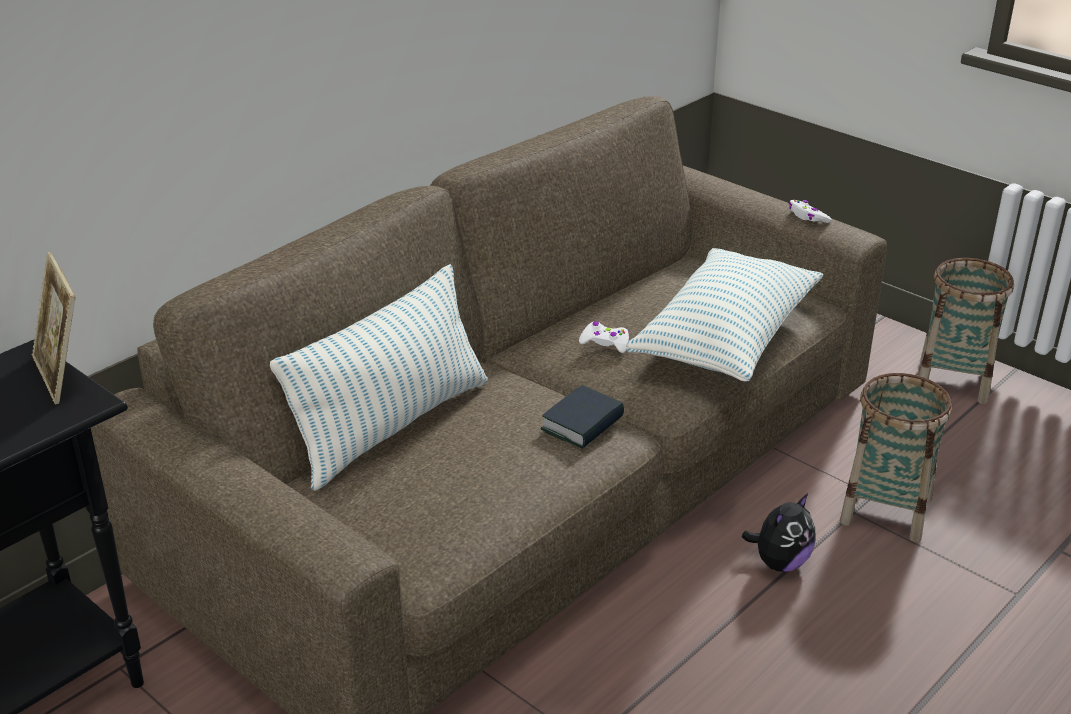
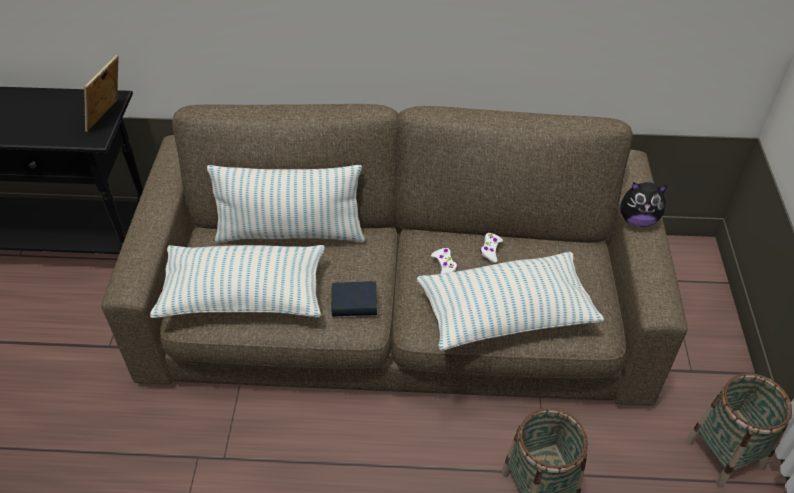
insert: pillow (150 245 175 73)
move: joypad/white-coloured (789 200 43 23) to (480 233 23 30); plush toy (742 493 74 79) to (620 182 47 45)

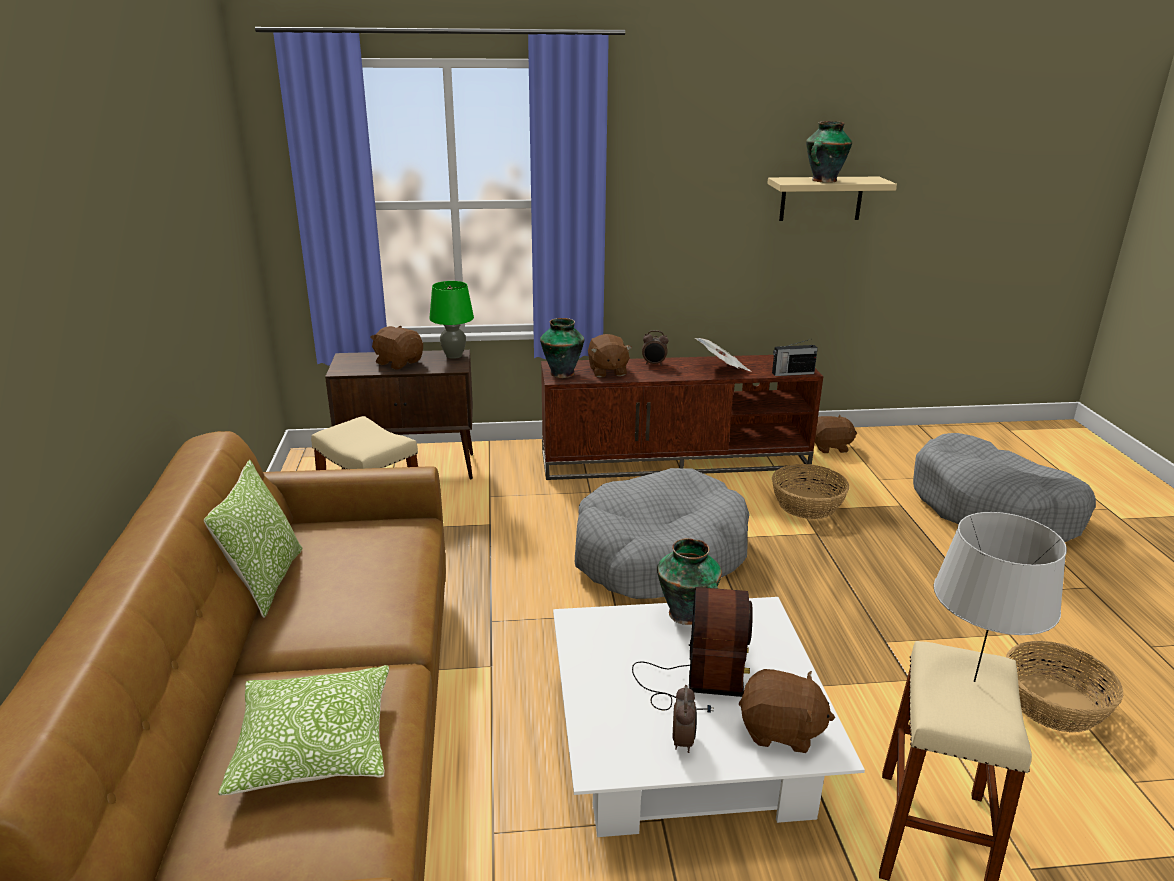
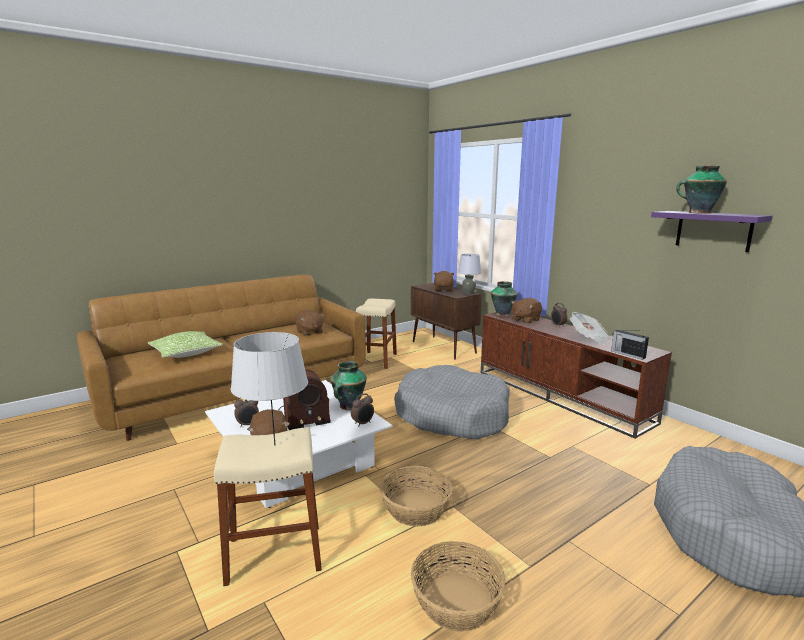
delete: pillow (203 460 100 158)
insert: table clock (351 393 23 34)
move: plush toy/brown (815 415 42 38) to (295 310 29 26); basket (772 464 77 55) to (380 466 73 61)
recolor: lamp for a table/green-coloured (429 281 45 78) to lamp for a table/gray (458 254 23 40); wall shelf/beige-coloured (767 177 130 44) to wall shelf/purple-coloured (651 211 122 41)

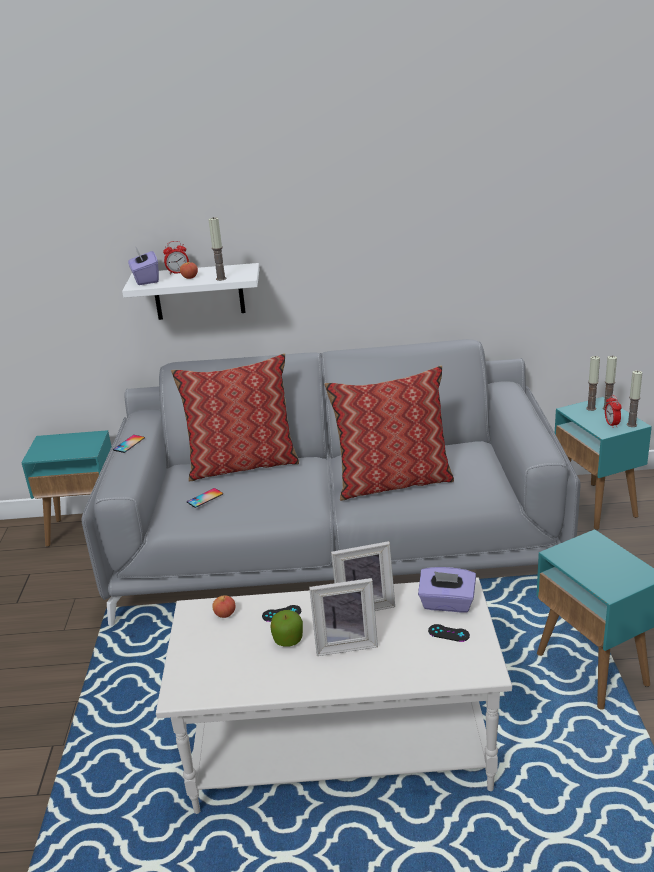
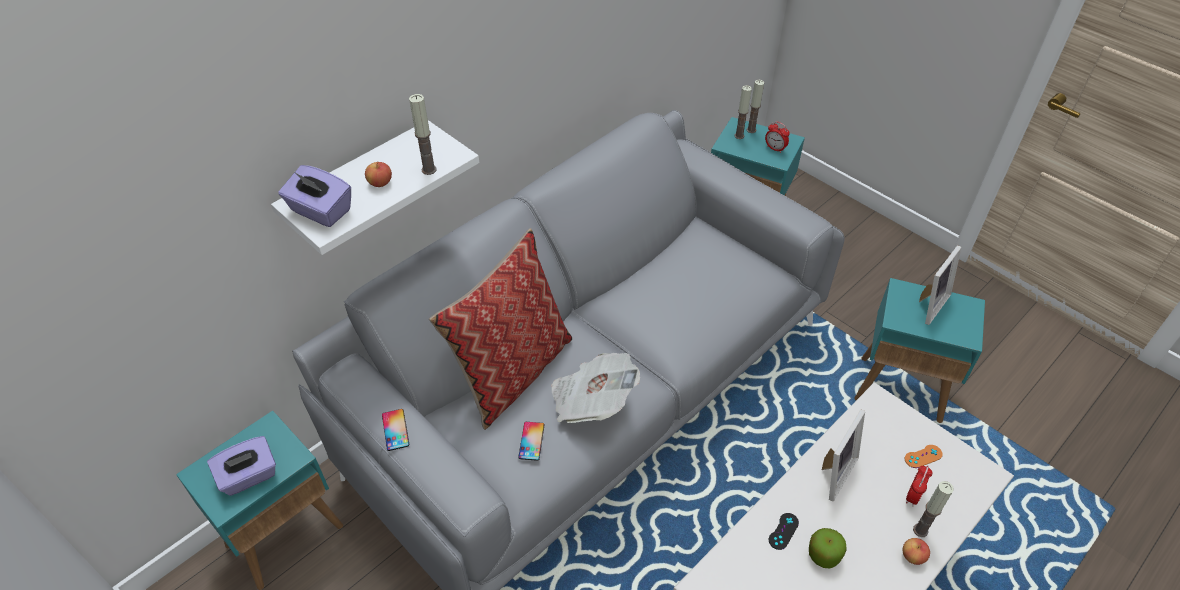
delete: pillow (324 365 130 136)
insert: printed paper (551 353 89 70)
move: box of tissues/purple-coloured (418 567 58 45) to (207 436 69 60); whole apple (212 595 24 23) to (903 538 27 27); table clock (163 241 26 34) to (906 465 27 41); wax candle (627 370 15 57) to (913 481 41 56); picture frame (309 578 69 78) to (919 245 42 80)
recolor: joypad/blackish (428 624 42 18) to joypad/orangey (905 445 38 23)

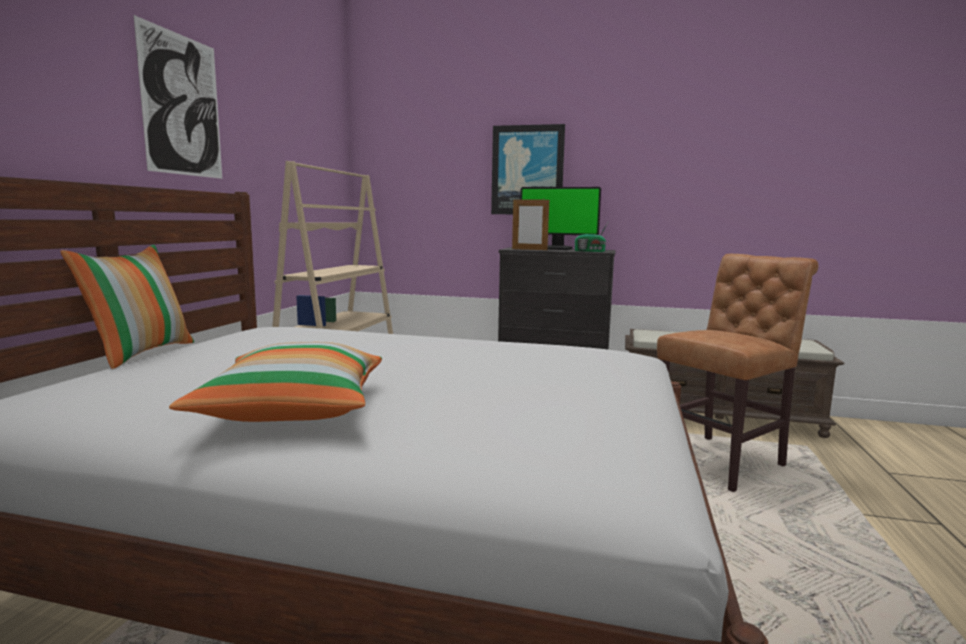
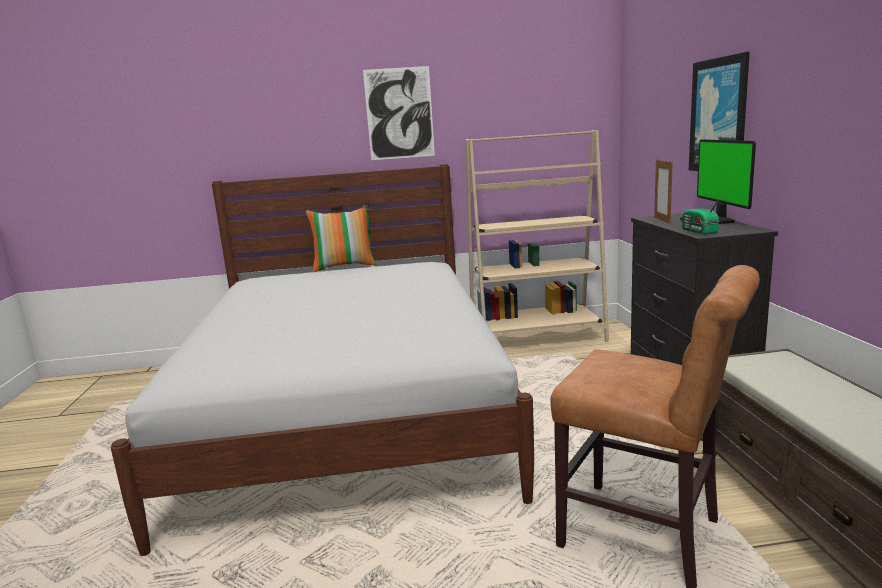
delete: pillow (169 342 213 80)

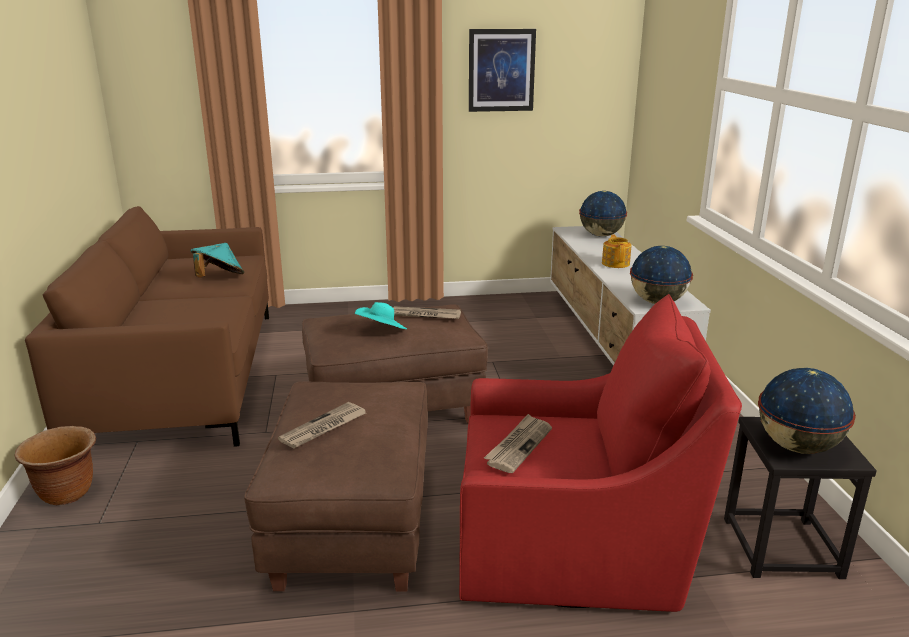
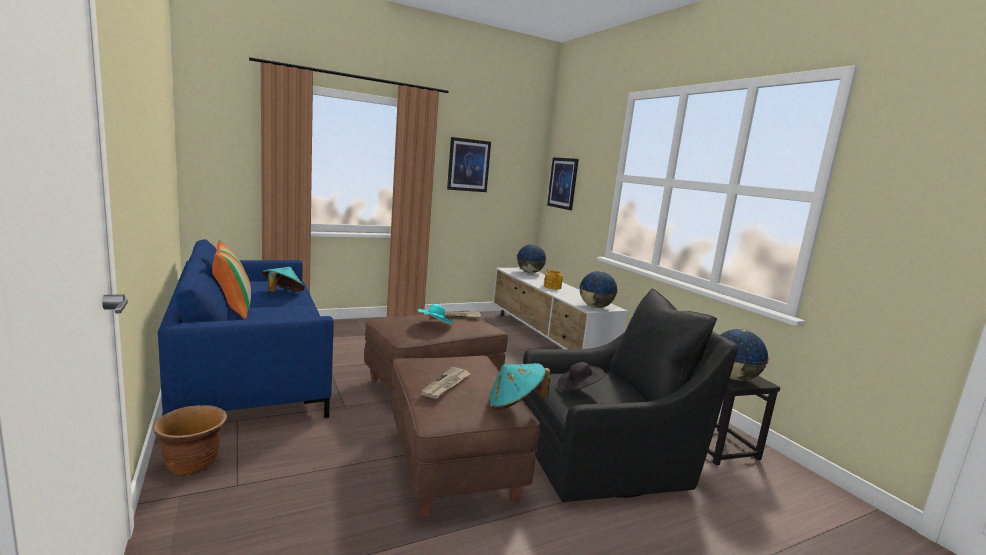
insert: pillow (212 240 39 79); clothing hat/blue-green (488 363 63 47); picture (547 157 32 53)
replace: printed paper (484 414 68 59) to clothing hat/blackish (557 362 48 30)
recolor: settee/brown (25 206 244 241) to settee/blue-coloured (158 239 176 179); easy chair/red-coloured (459 294 283 318) to easy chair/blackish (523 288 215 214)

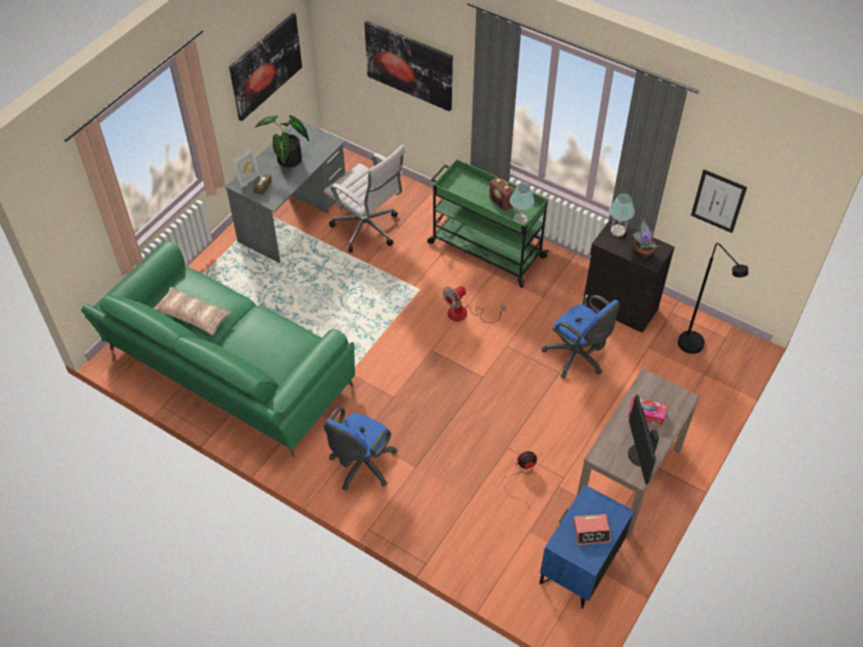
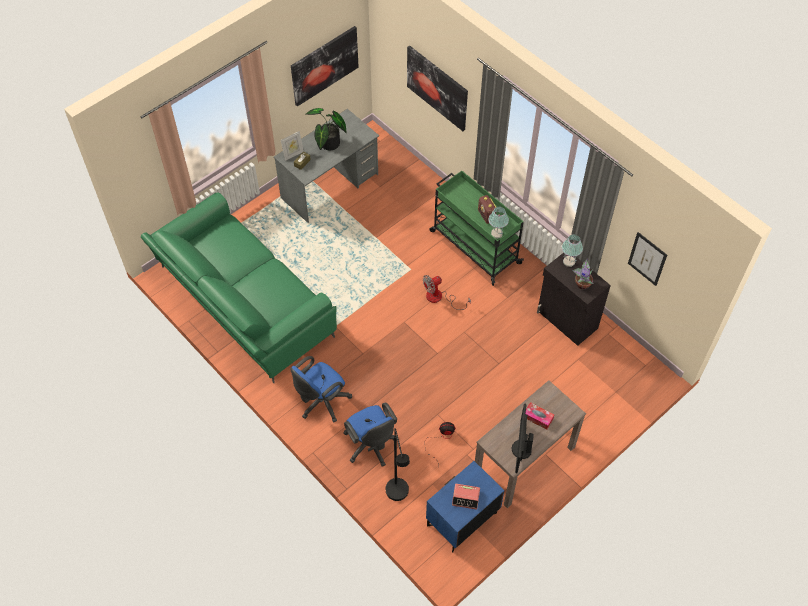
delete: pillow (153 287 79 48); office chair/white-coloured (324 145 81 108)
move: office chair/blue-coloured (541 295 79 83) to (344 402 53 65); standing lamp/blackish (678 243 70 111) to (386 428 24 73)

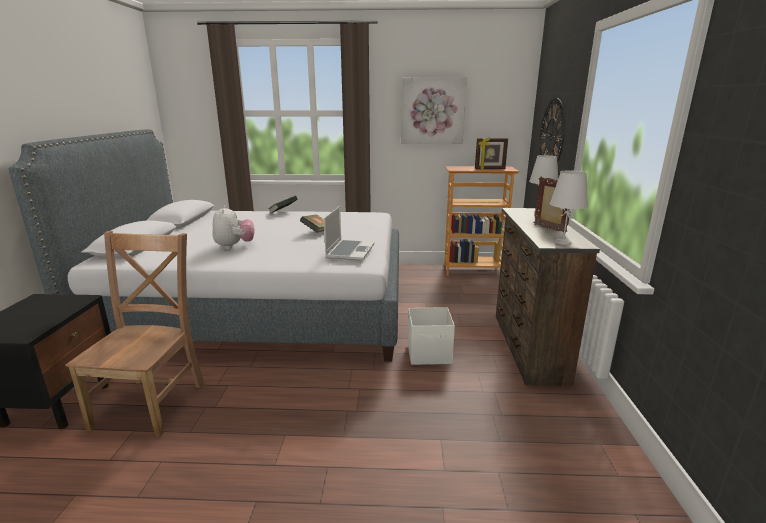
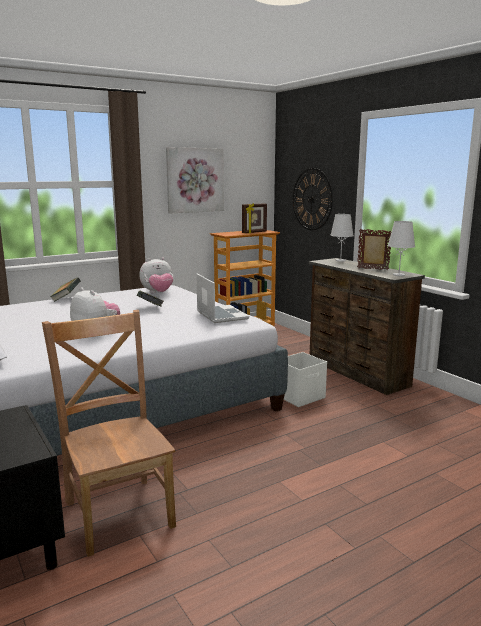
insert: plush toy (139 257 34 36)

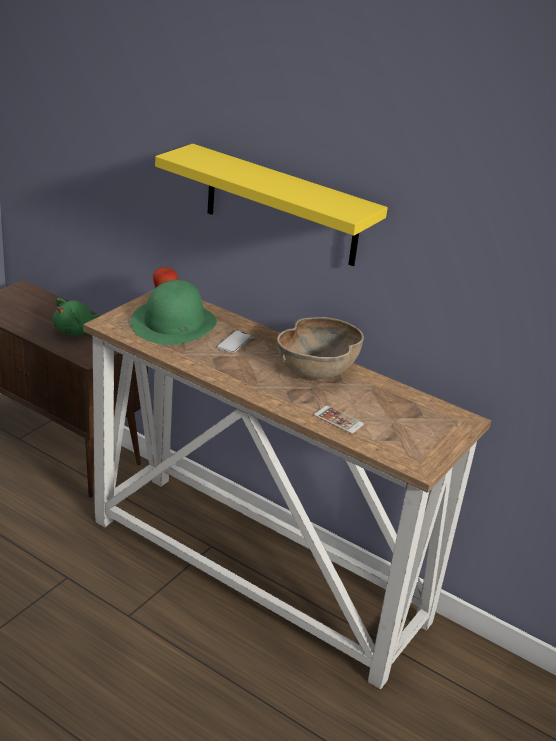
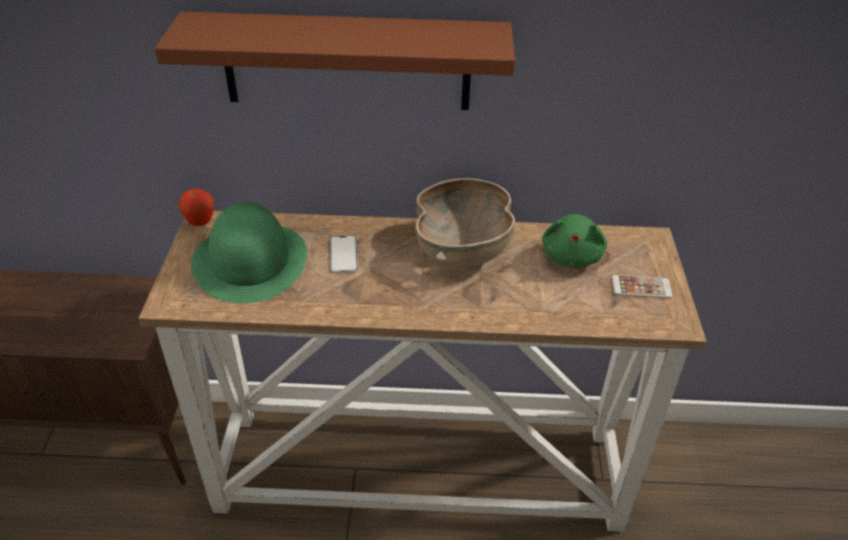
move: plush toy/green-coloured (53 297 48 39) to (542 214 65 53); handset (314 406 50 28) to (612 275 61 23)
recolor: wall shelf/yellowish (155 144 233 122) to wall shelf/brown (155 11 360 99)

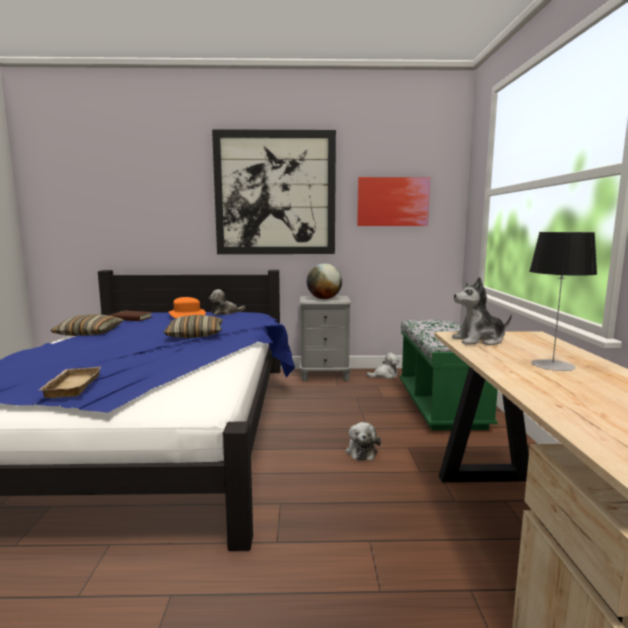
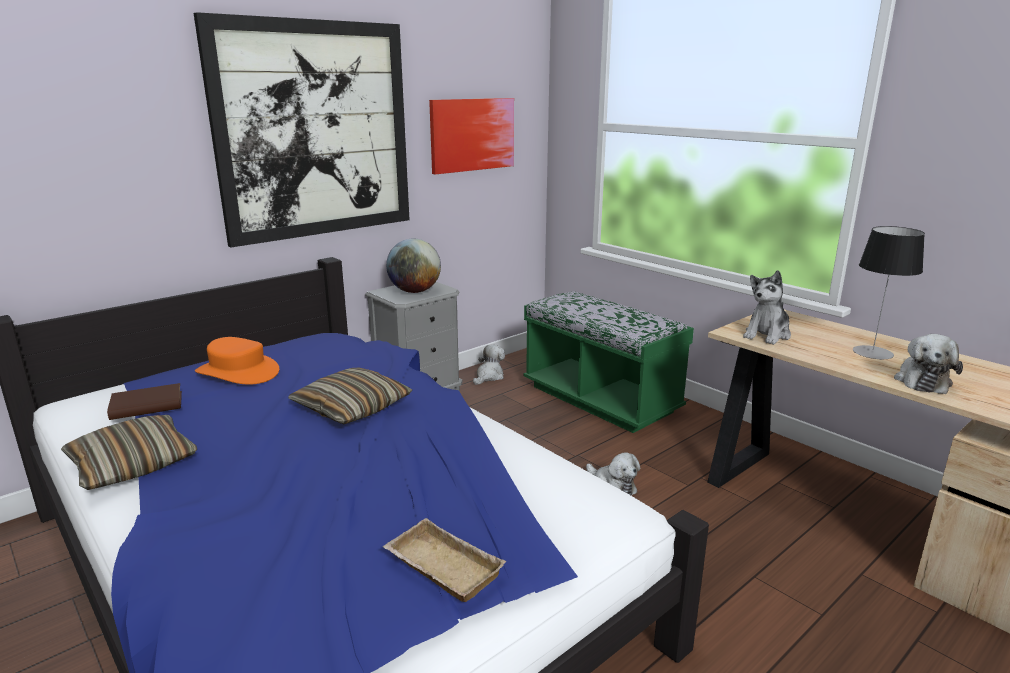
move: plush toy (209 289 36 26) to (894 334 69 60)

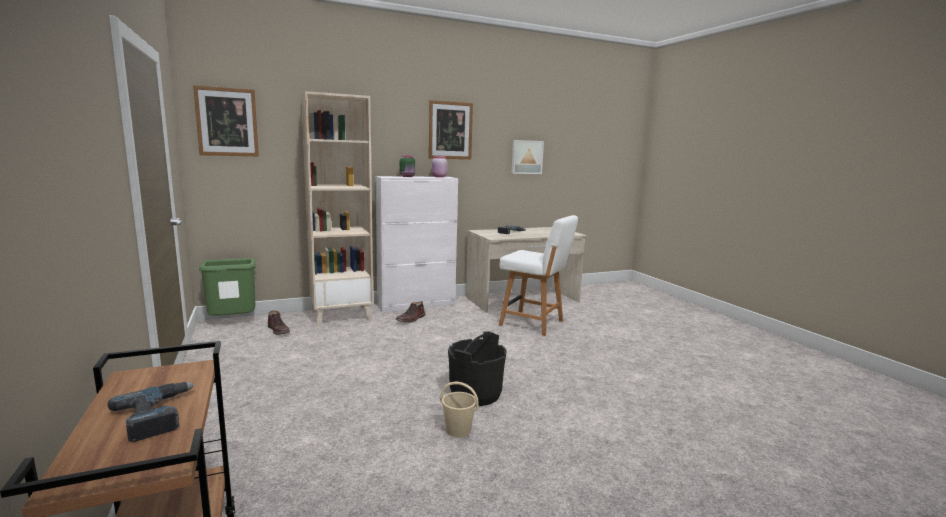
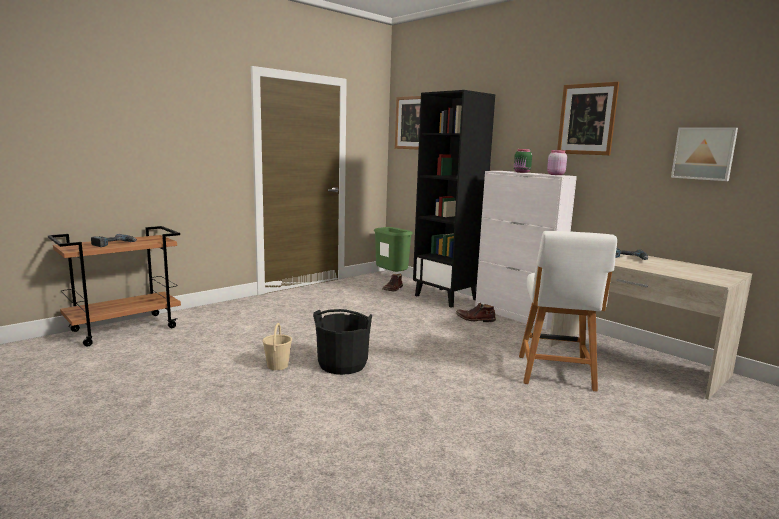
recolor: shelving unit/beige-coloured (301 91 72 235) to shelving unit/blackish (413 90 82 218)

